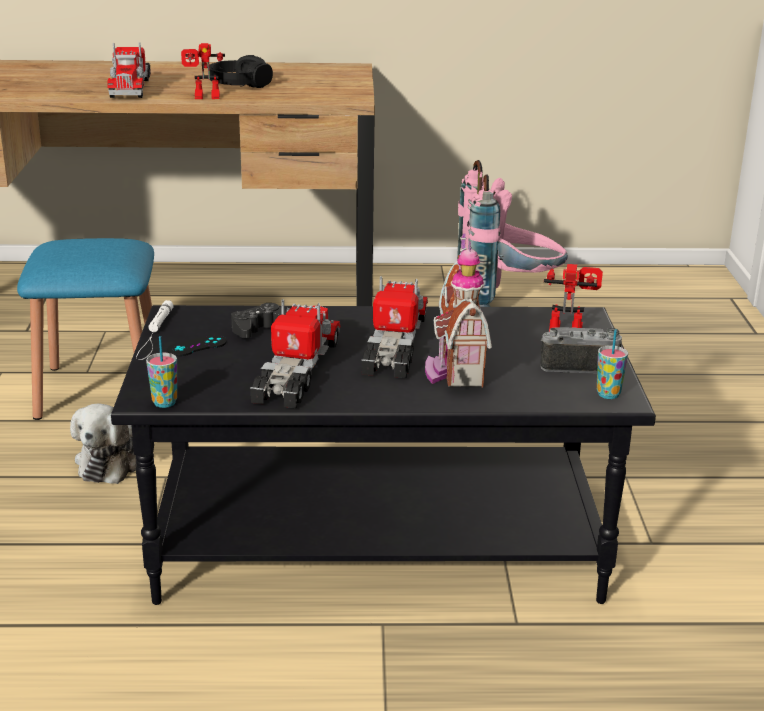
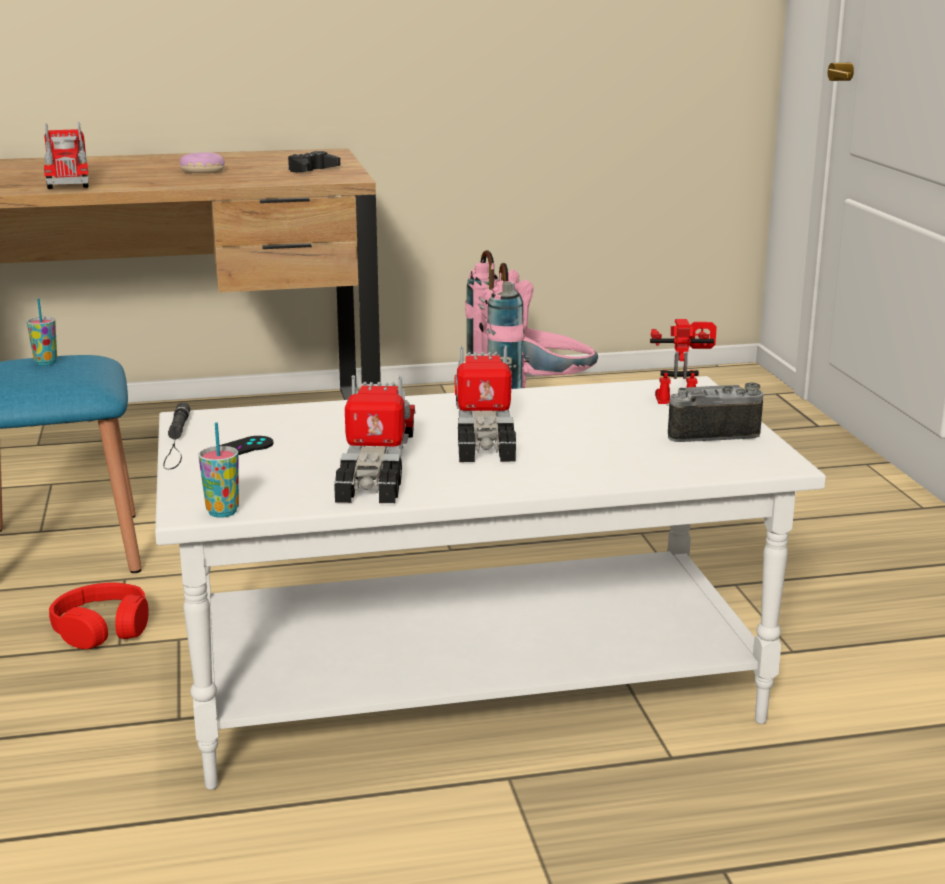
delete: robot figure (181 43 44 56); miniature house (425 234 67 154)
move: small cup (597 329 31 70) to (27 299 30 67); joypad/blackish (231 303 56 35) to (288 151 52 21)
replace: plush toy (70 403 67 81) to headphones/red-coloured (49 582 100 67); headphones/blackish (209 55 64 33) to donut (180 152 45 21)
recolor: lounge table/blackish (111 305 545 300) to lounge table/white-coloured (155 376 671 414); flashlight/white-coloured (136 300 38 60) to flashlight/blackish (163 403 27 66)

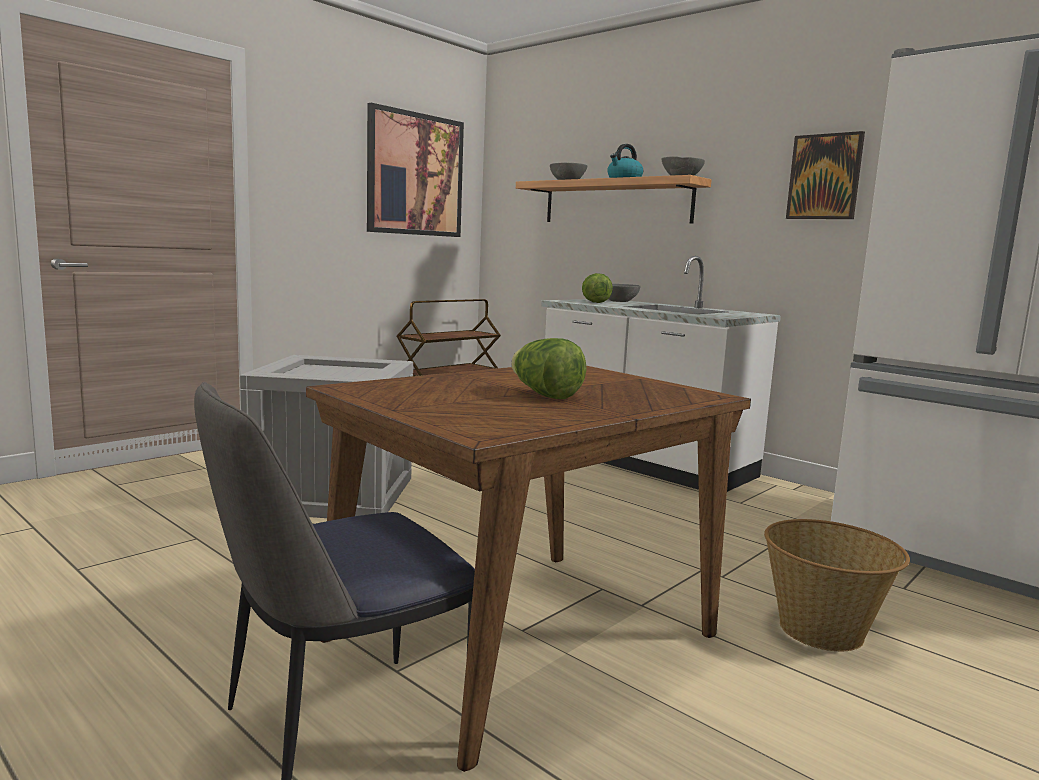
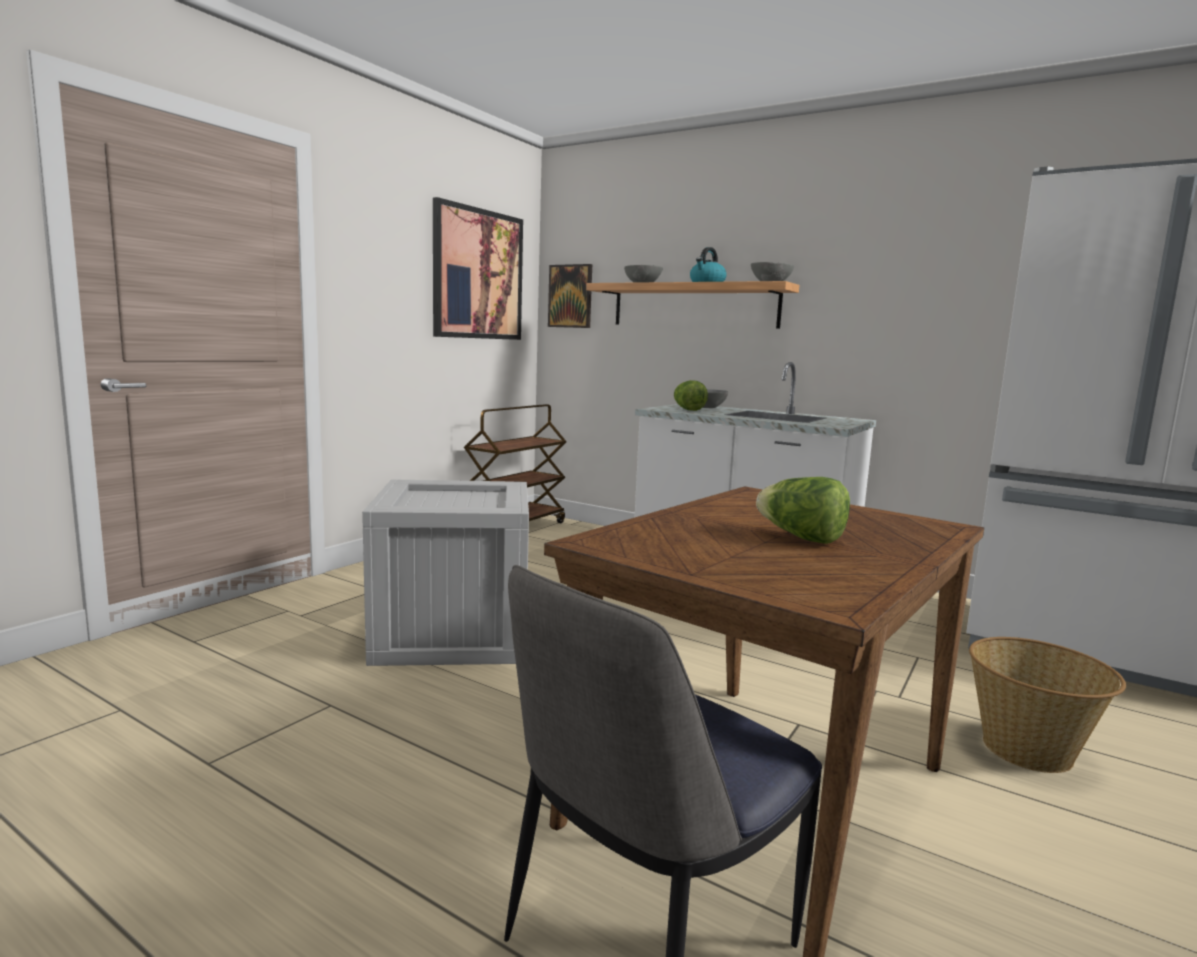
move: picture (786 131 79 88) to (548 264 44 64)

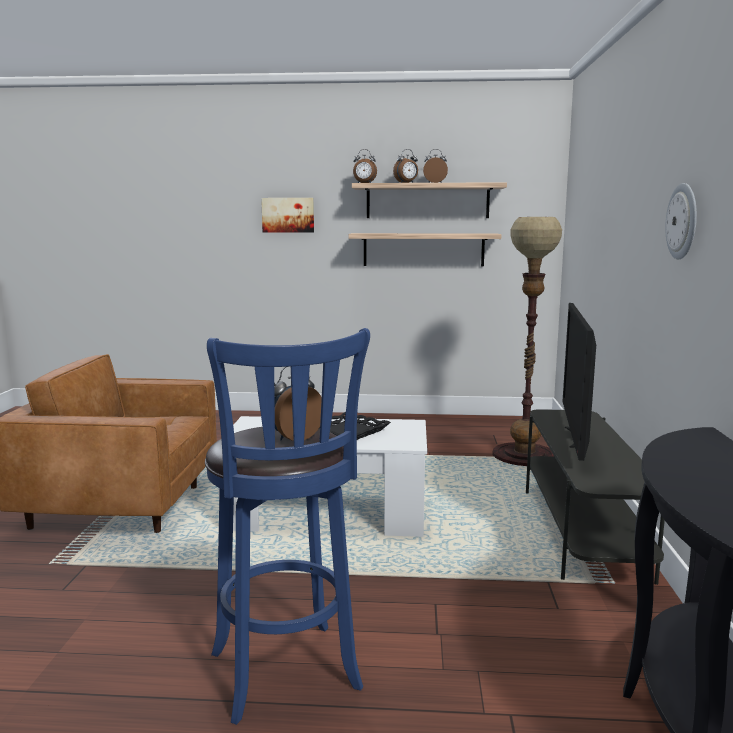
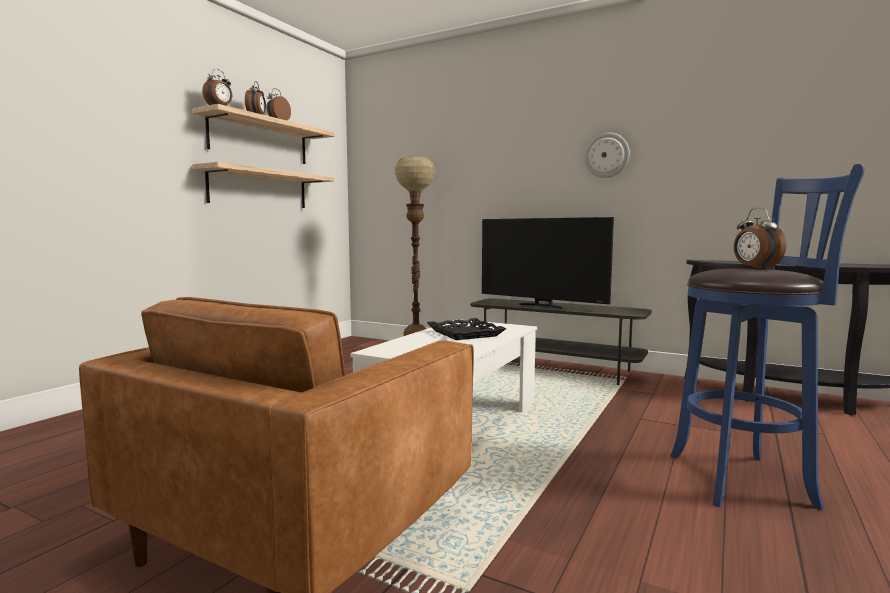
delete: picture (261 198 53 35)

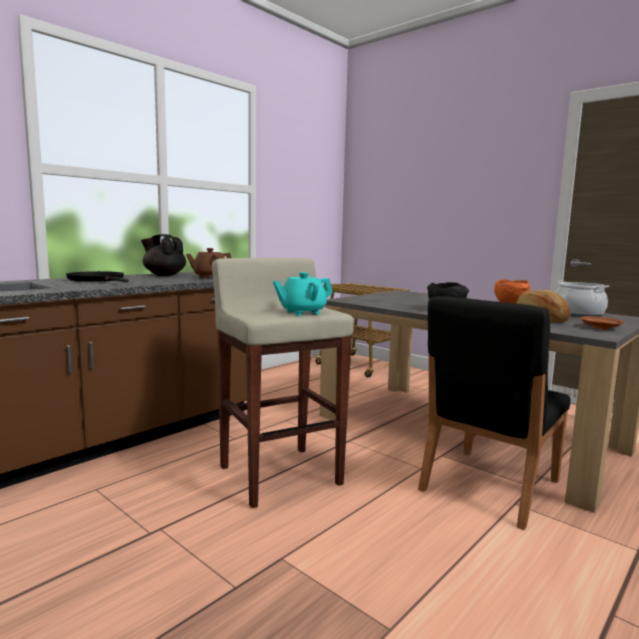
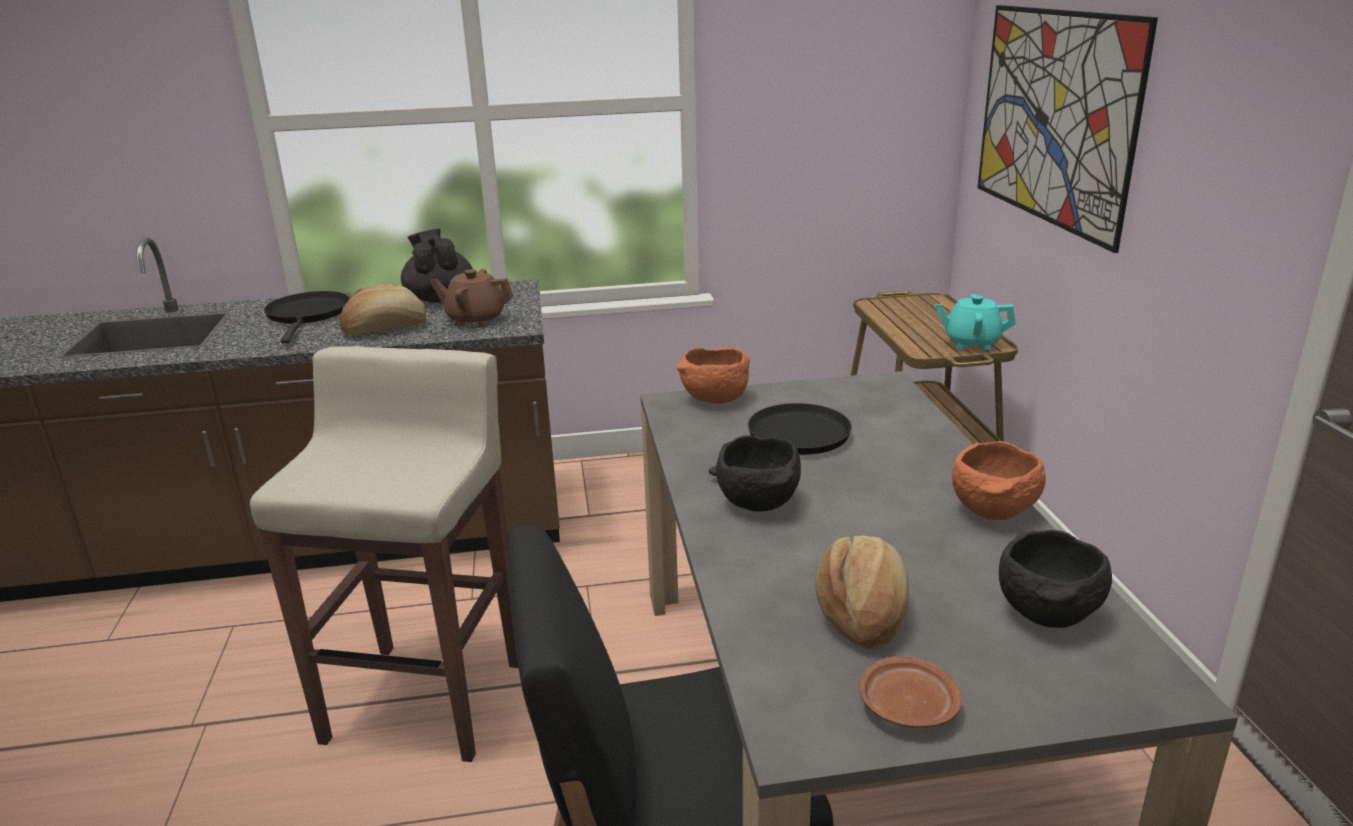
insert: bakery bread (339 284 87 51); deep dish/orangey (676 347 74 57); frying pan/blackish (709 403 143 73); picture (978 5 180 248)
move: tea pot/blue-green (273 272 60 44) to (935 294 81 56)
replace: cooking pot (555 280 54 37) to deep dish/blackish (999 530 113 98)

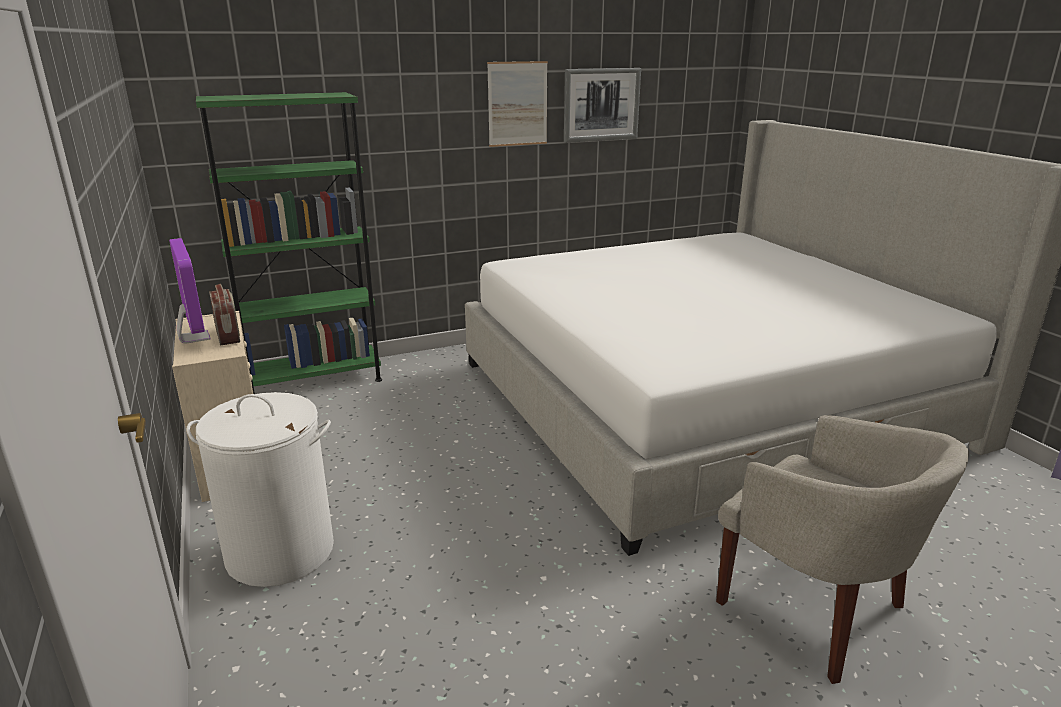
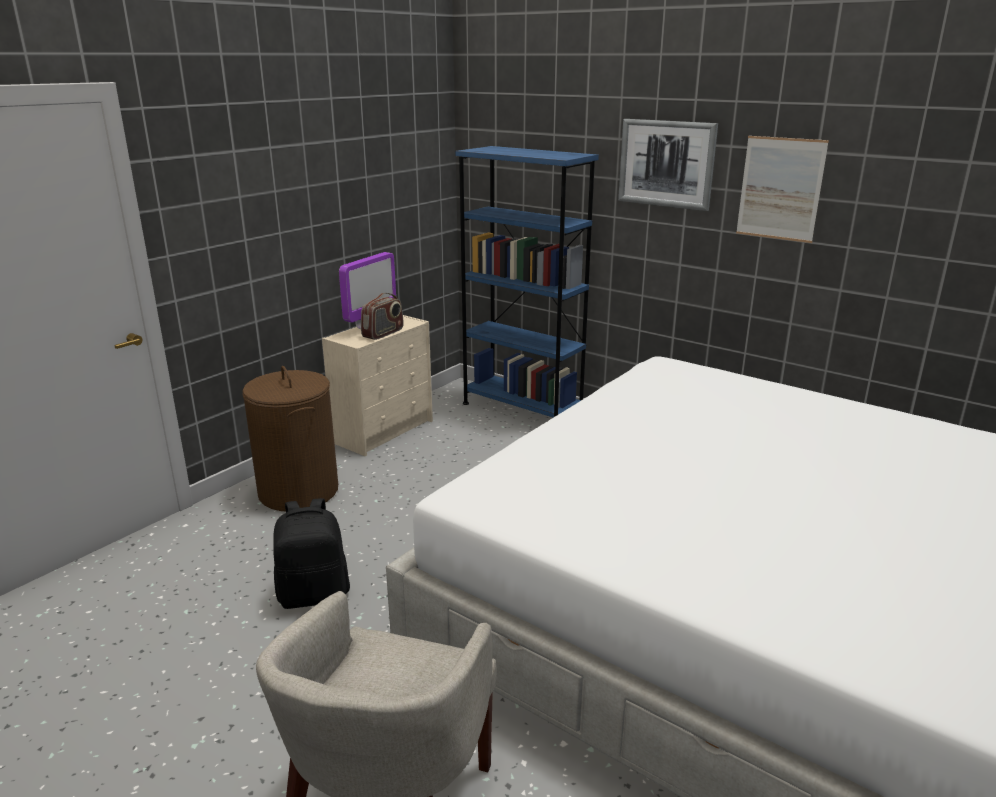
insert: rucksack/blackish (273 498 77 111)
move: picture (564 68 77 75) to (618 119 100 92)
recolor: washing basket/white-coloured (187 392 147 195) to washing basket/brown (242 366 96 145); shelving unit/green-coloured (196 92 186 302) to shelving unit/blue-coloured (455 146 144 272)

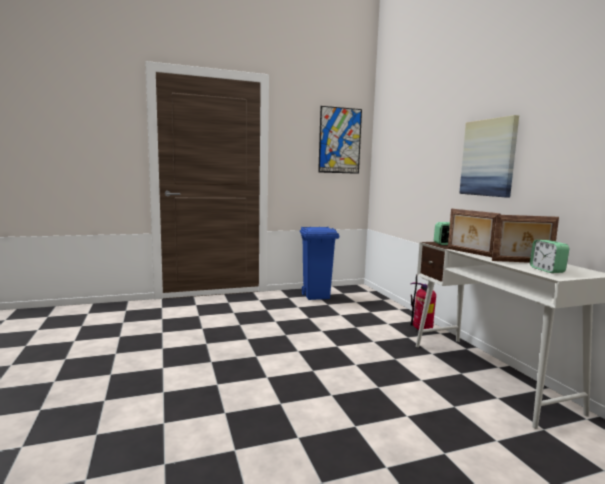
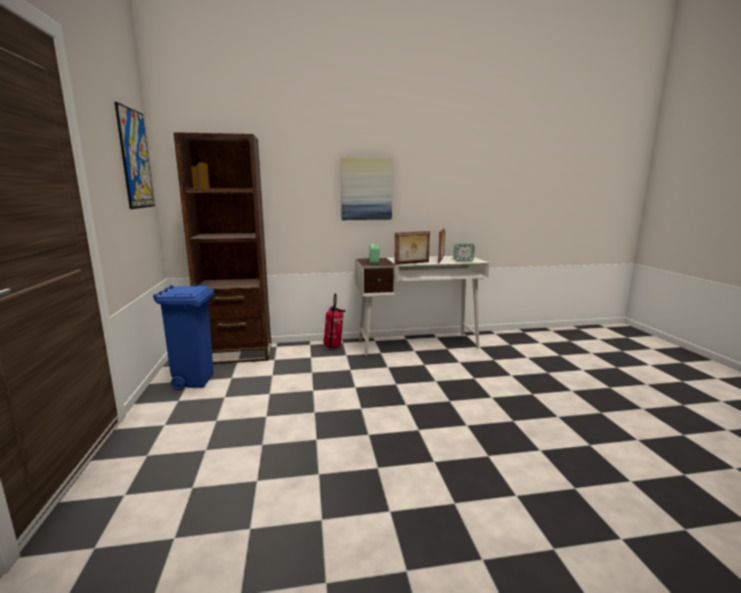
insert: shelving unit/brown (173 132 98 232)

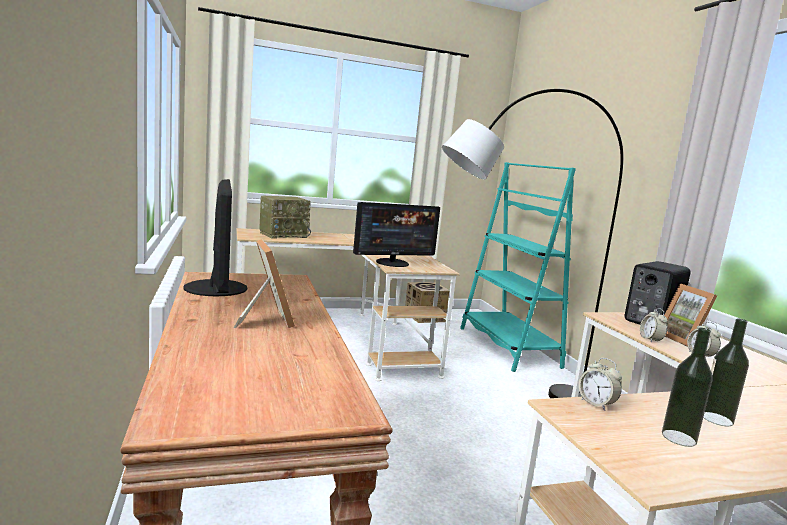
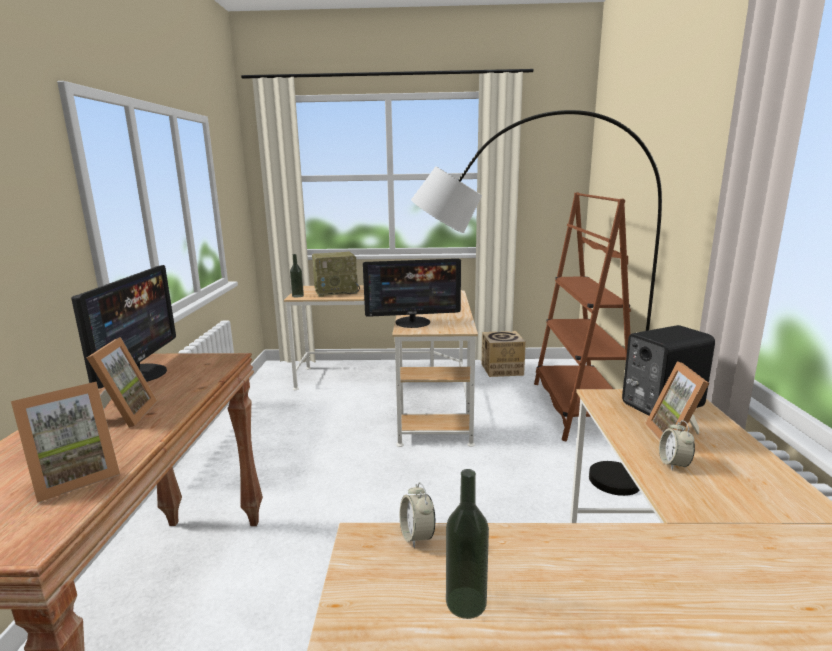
delete: table clock (640 308 28 35)
insert: picture frame (11 382 109 121)
move: beverage bottle (703 318 46 109) to (290 254 14 43)
recolor: shelving unit/blue-green (460 162 116 210) to shelving unit/brown (534 192 97 249)

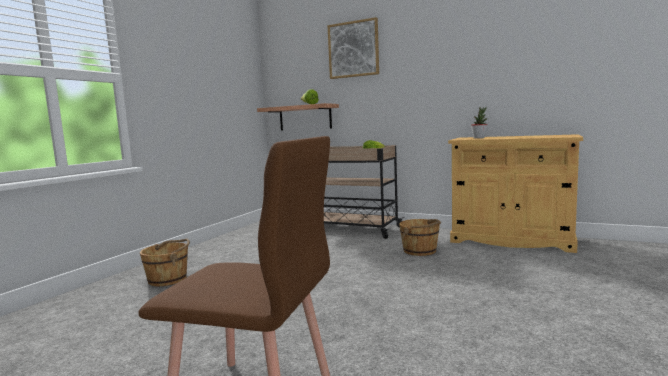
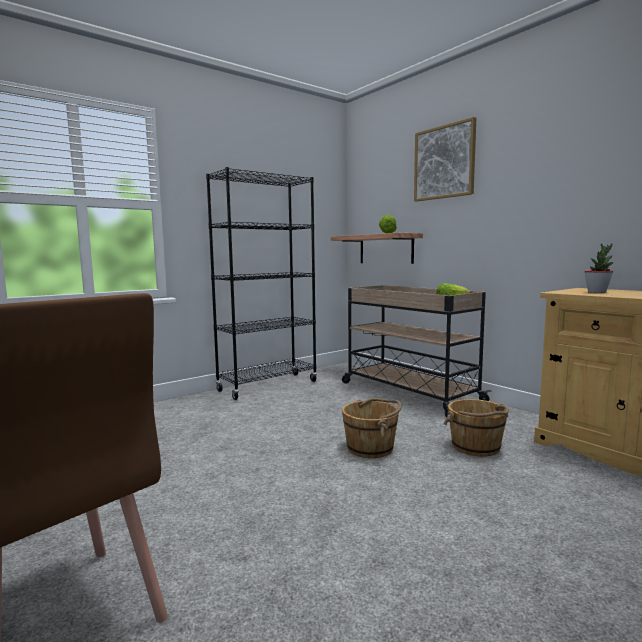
insert: shelving unit/blackish (206 167 111 233)
move: water bucket/brown (140 239 50 47) to (342 398 60 60)

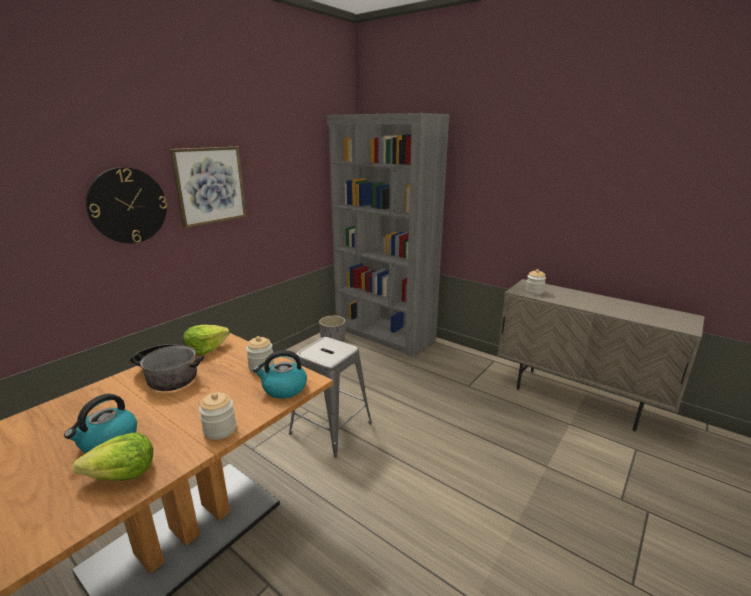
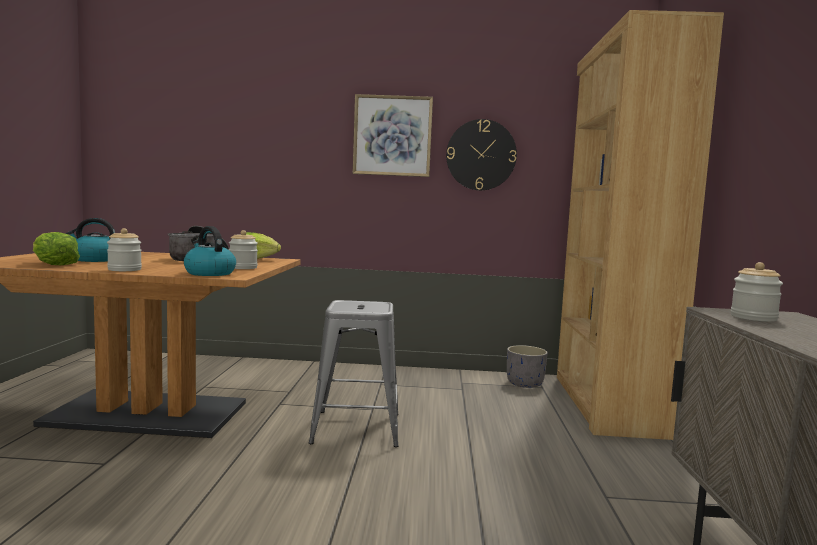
move: wall clock (86 167 81 76) to (446 119 71 71)
recolor: shelving unit/gray (327 113 122 244) to shelving unit/brown (557 10 167 430)

